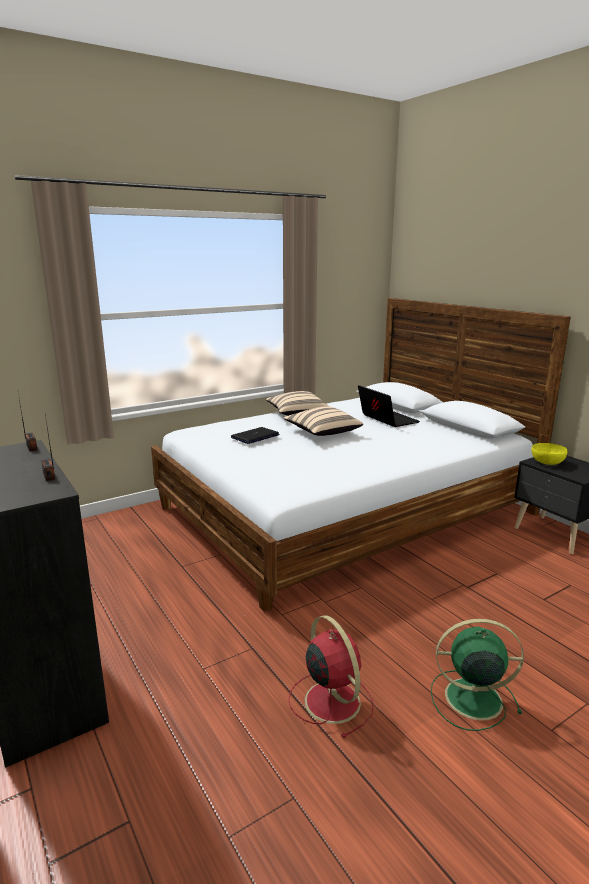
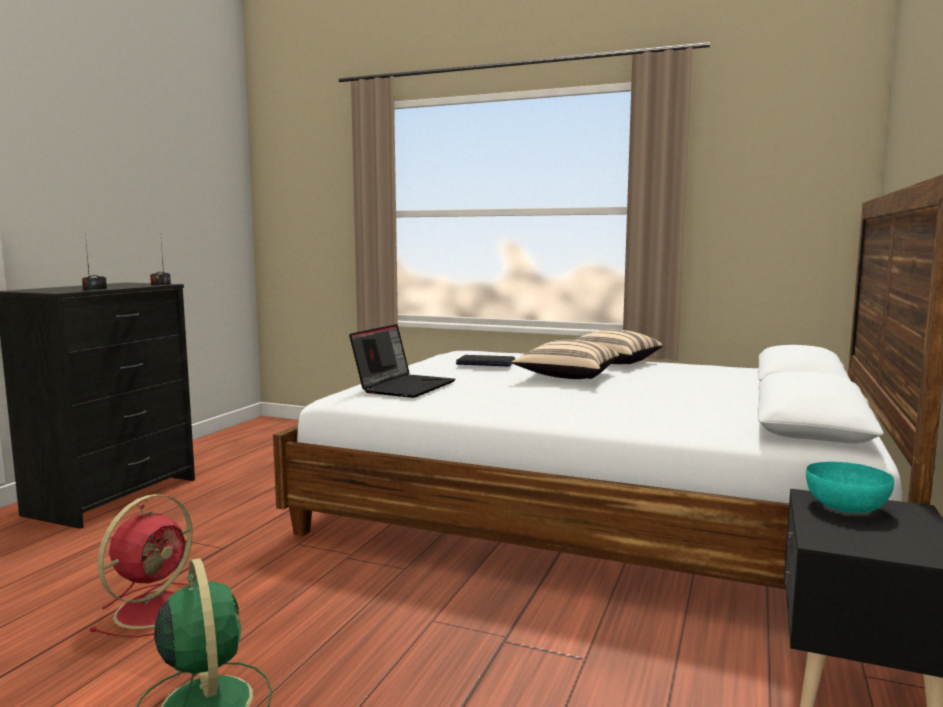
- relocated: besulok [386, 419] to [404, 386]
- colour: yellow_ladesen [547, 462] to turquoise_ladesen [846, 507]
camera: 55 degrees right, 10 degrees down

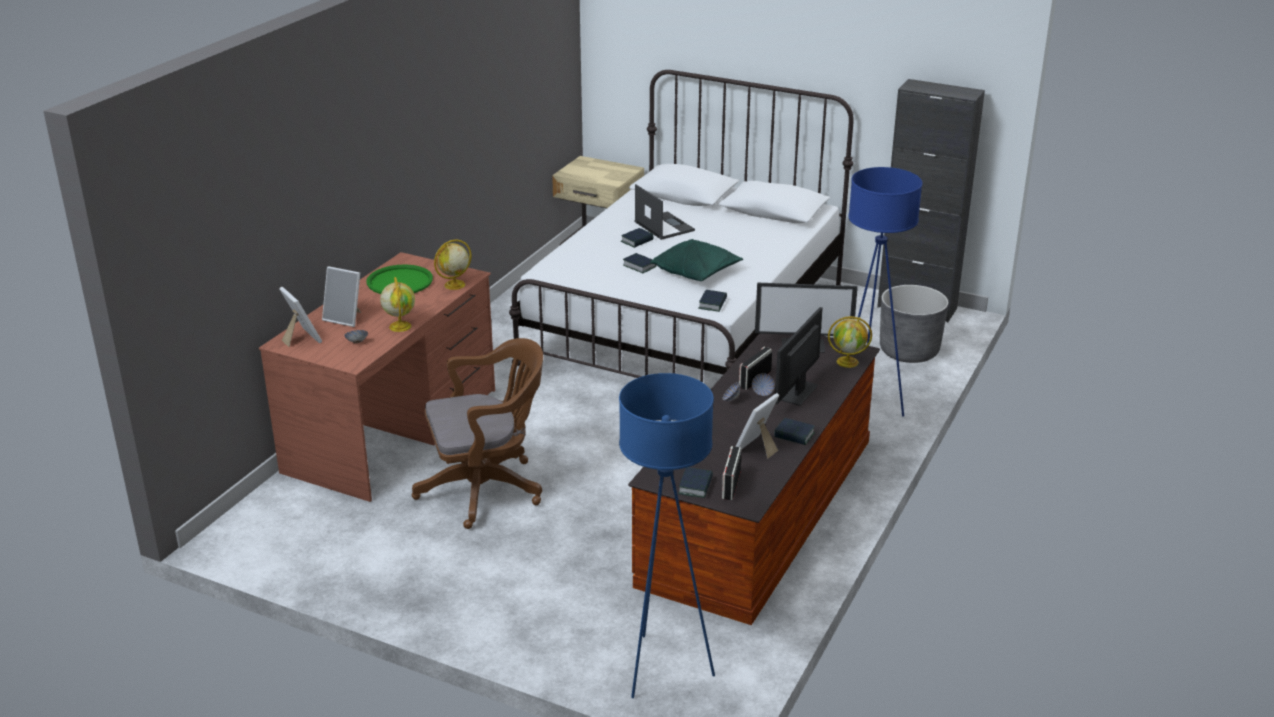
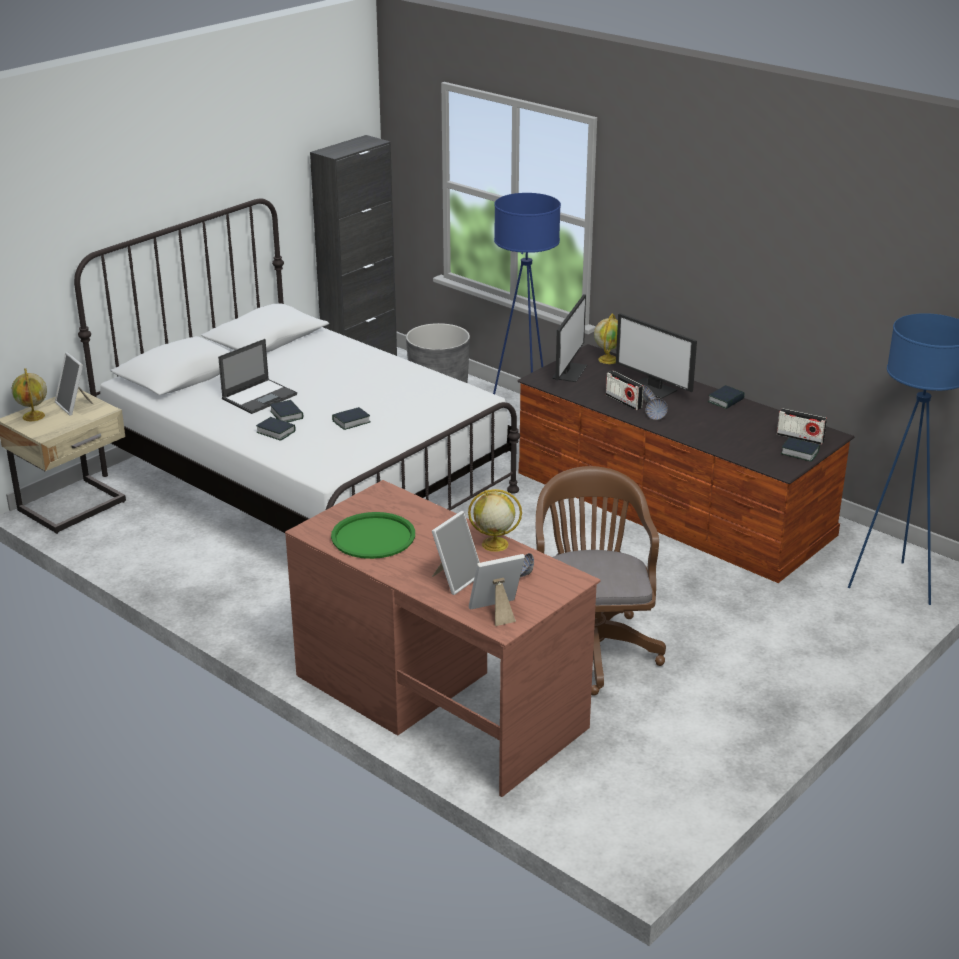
- missing: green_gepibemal [696, 272]
- relocated: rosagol [454, 285] to [34, 416]
- relocated: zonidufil [712, 304] to [276, 432]
- relocated: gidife [757, 448] to [75, 406]
- spun: besulok [663, 226] = [260, 396] 150 degrees clockwise
camera: 75 degrees left, 0 degrees up

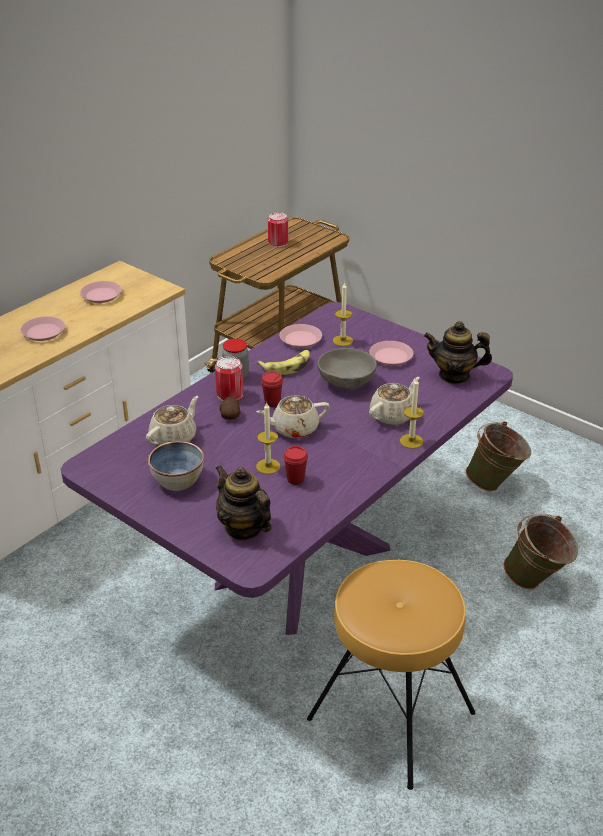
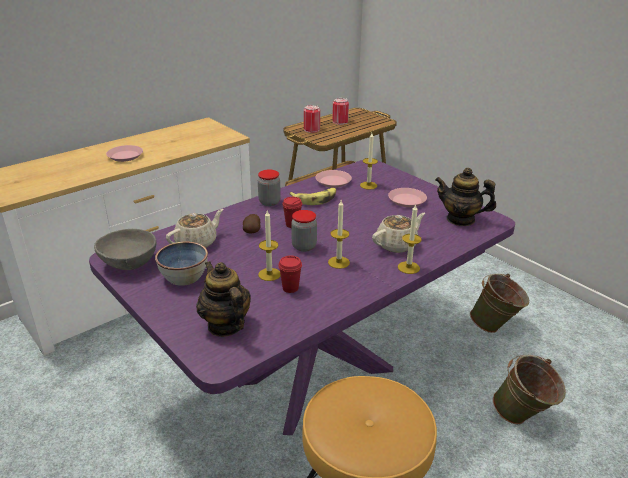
- missing: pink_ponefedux [101, 295]
- appeared: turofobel [338, 262]
- relocated: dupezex [230, 394] to [311, 129]
- relocated: grey_ladesen [347, 383] to [130, 264]
- exchanged: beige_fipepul [294, 429] to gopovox [304, 246]
camera: 10 degrees right, 5 degrees down

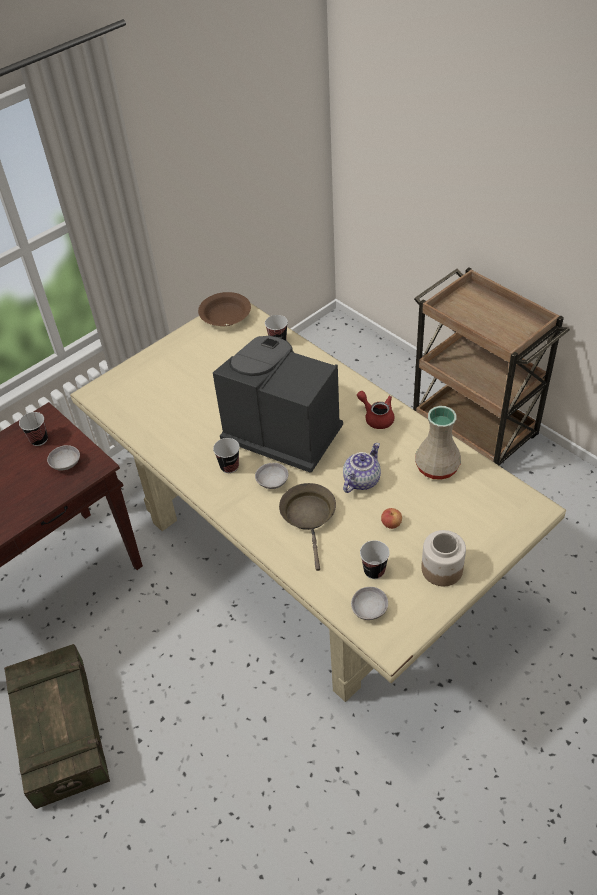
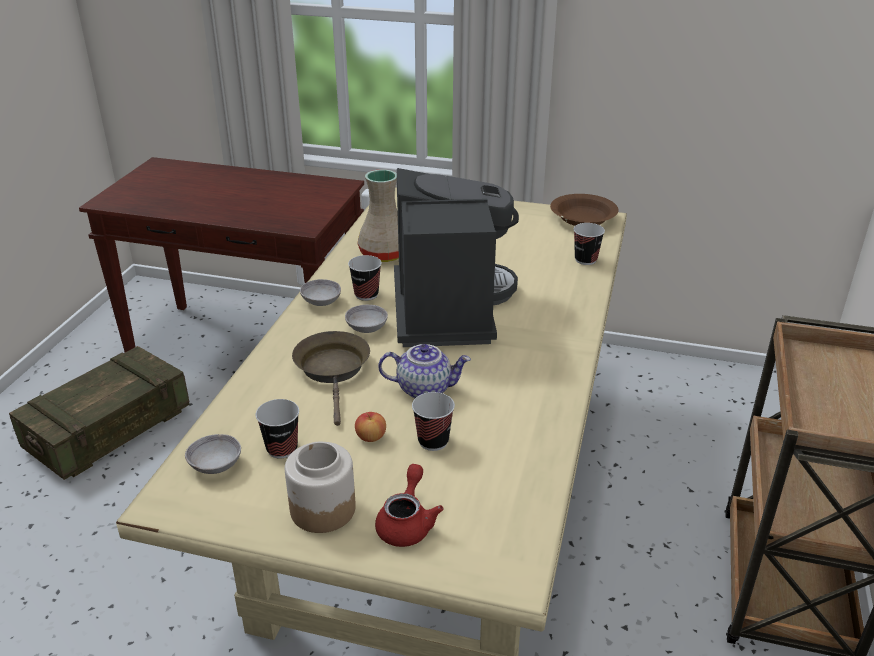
- relocated: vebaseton [39, 439] to [433, 441]
- relocated: grey_ladesen [66, 464] to [321, 302]
- relocated: red_fipepul [376, 417] to [407, 523]
- relocated: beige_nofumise [436, 467] to [383, 254]
- spun: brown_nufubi [309, 517] = [333, 370] 60 degrees counterclockwise
camera: 55 degrees right, 15 degrees down

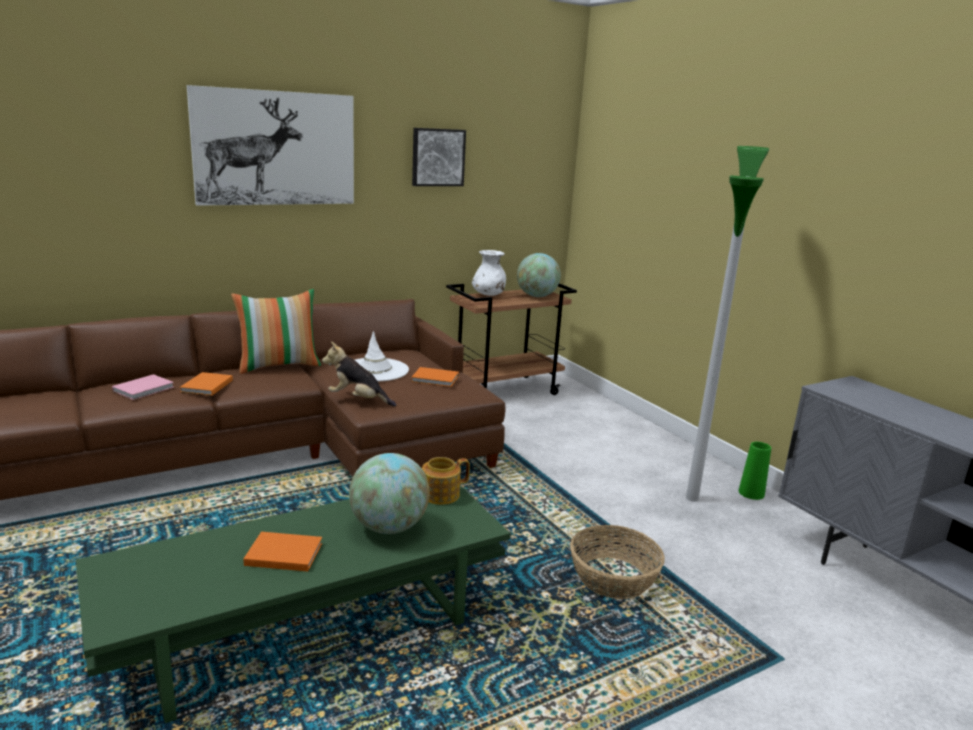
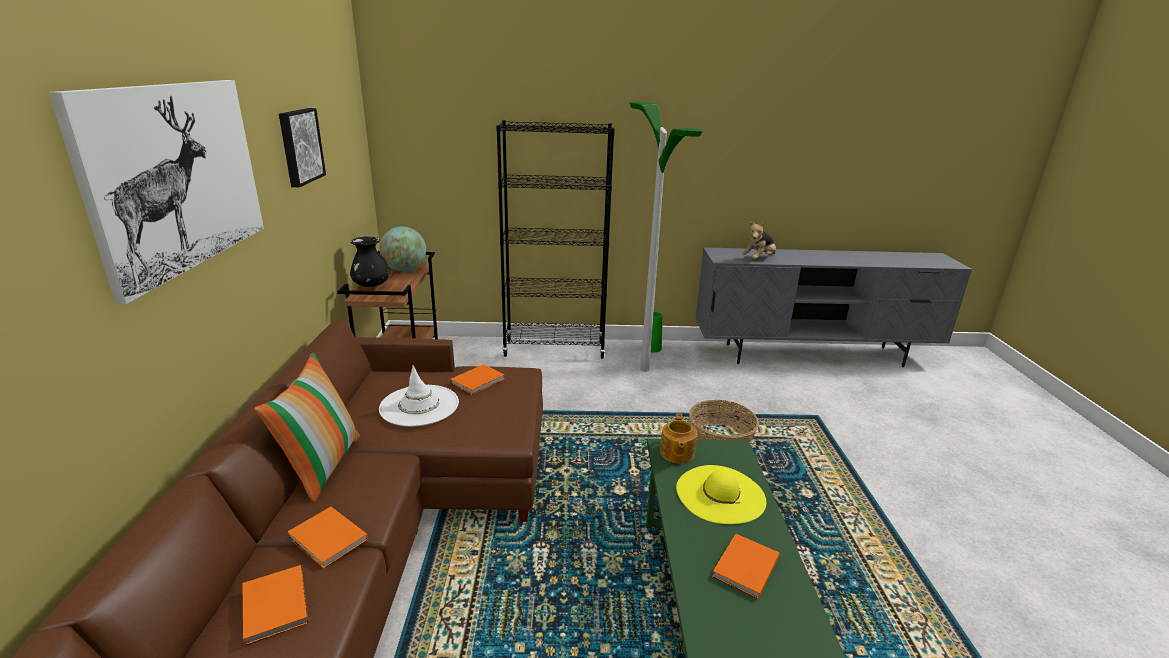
- appeared: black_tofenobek [554, 349]
- relocated: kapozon [358, 400] to [759, 259]
- exchanged: rosagol [389, 527] to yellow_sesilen [720, 494]
- colour: pink_zonidufil [145, 389] to orange_zonidufil [276, 604]
- colour: white_nofumise [488, 295] to black_nofumise [371, 285]
camera: 60 degrees left, 5 degrees up

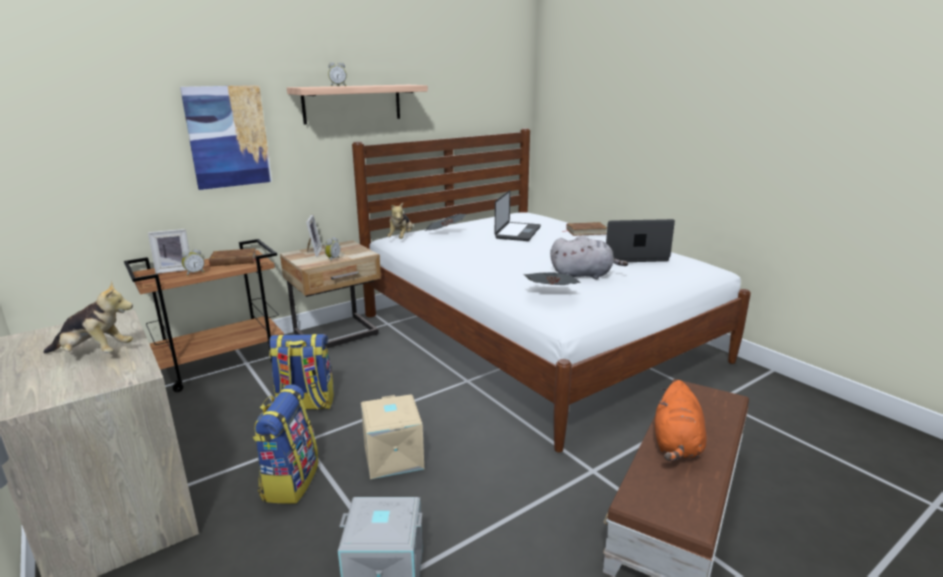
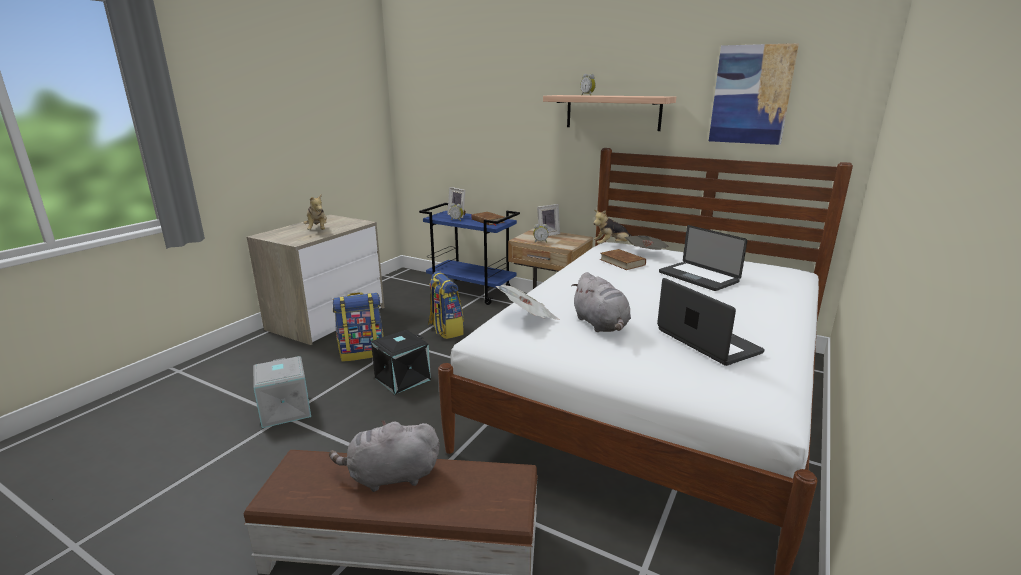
- relocated: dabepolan [228, 137] to [751, 95]
- relocated: brown_zonidufil [586, 231] to [622, 262]
- colour: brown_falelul [223, 364] to blue_falelul [472, 291]
- colour: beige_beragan [392, 457] to black_beragan [402, 378]
- colour: orange_kapozon [676, 445] to grey_kapozon [390, 476]
- spun: besulok [518, 232] = [698, 277] 60 degrees clockwise
camera: 65 degrees right, 0 degrees up

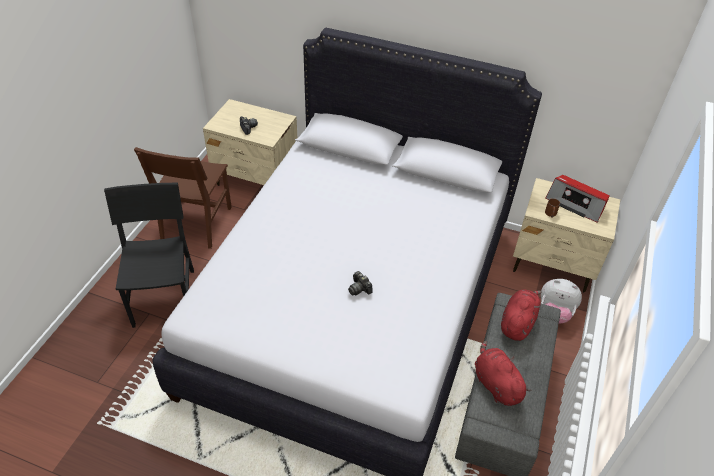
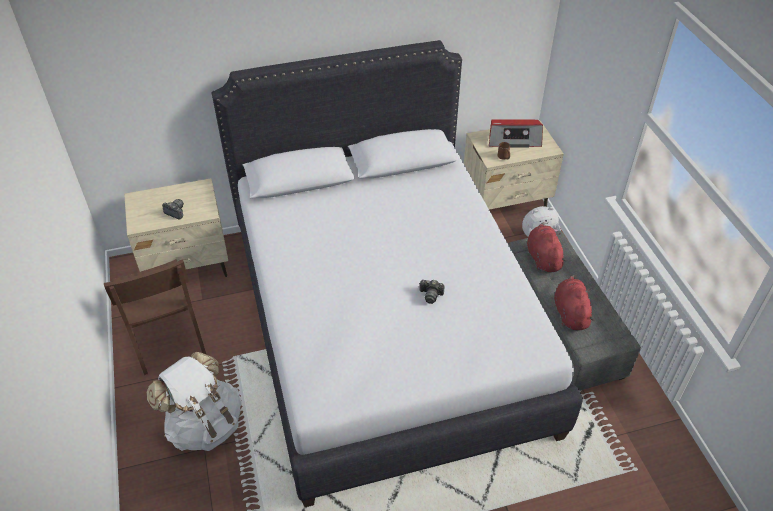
- exchanged: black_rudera [164, 297] to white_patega [205, 425]
- spun: red_kapozon [496, 384] = [570, 313] 60 degrees clockwise
camera: 35 degrees left, 0 degrees up

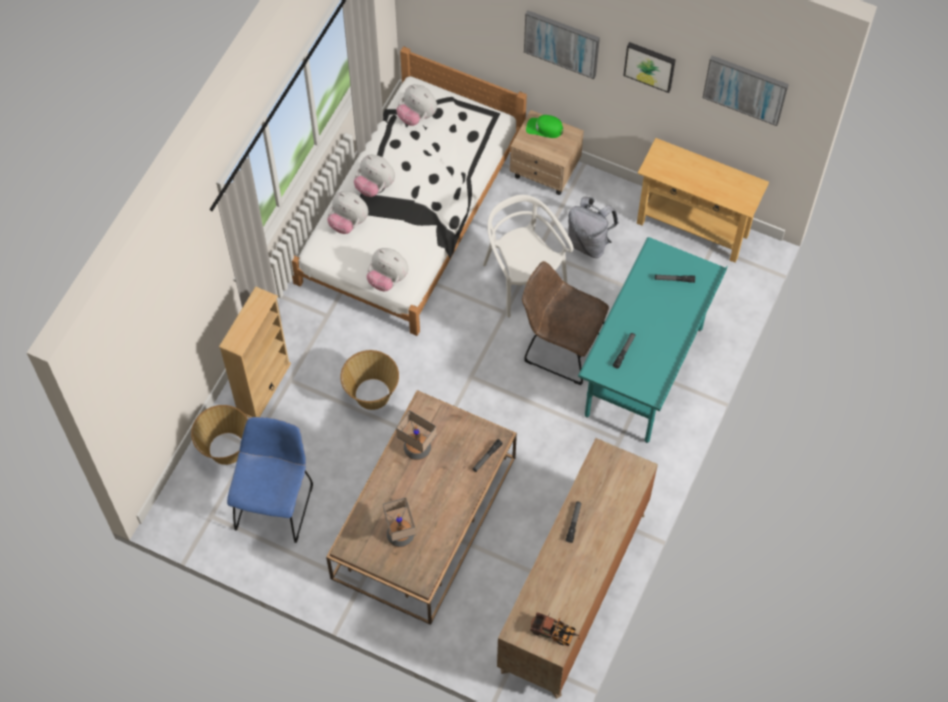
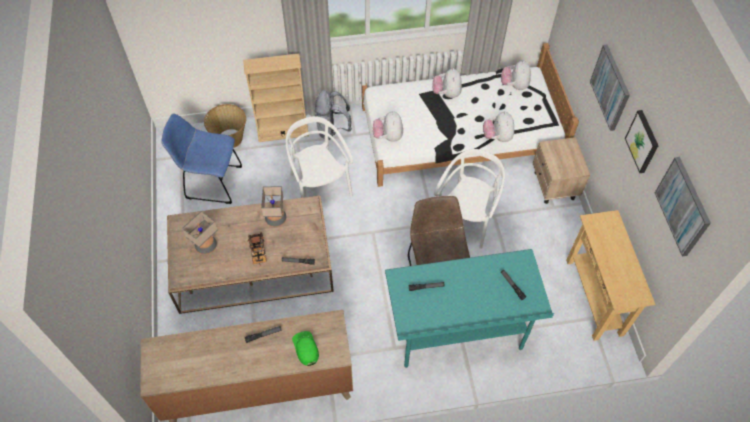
- relocated: kapozon [348, 222] to [497, 137]
- relocated: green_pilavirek [544, 128] to [306, 348]
- relocated: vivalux [555, 633] to [258, 253]
- relocated: grey_patega [589, 242] to [332, 130]
- exchanged: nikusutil [371, 394] to white_rudera [319, 187]
- spun: blue_rudera [275, 503] = [210, 182] 150 degrees counterclockwise
camera: 55 degrees right, 5 degrees down

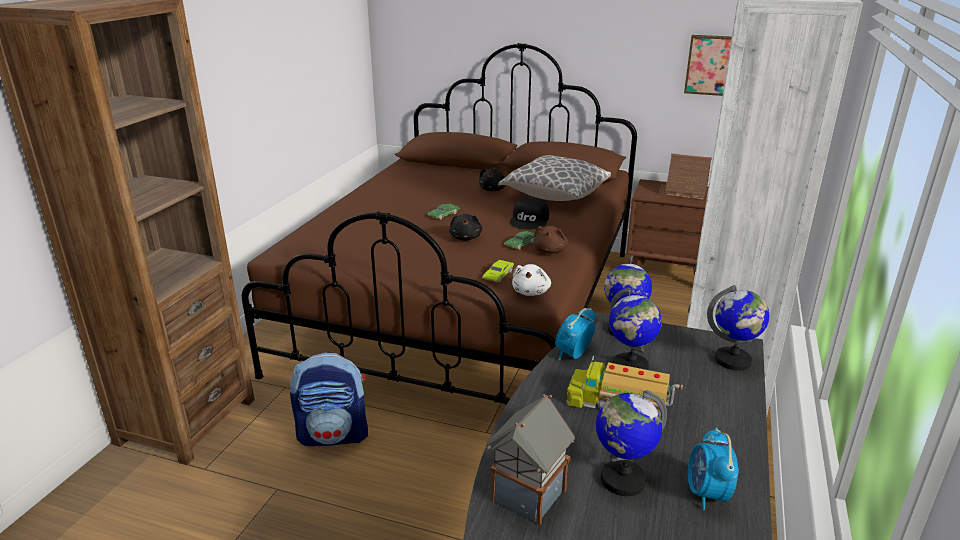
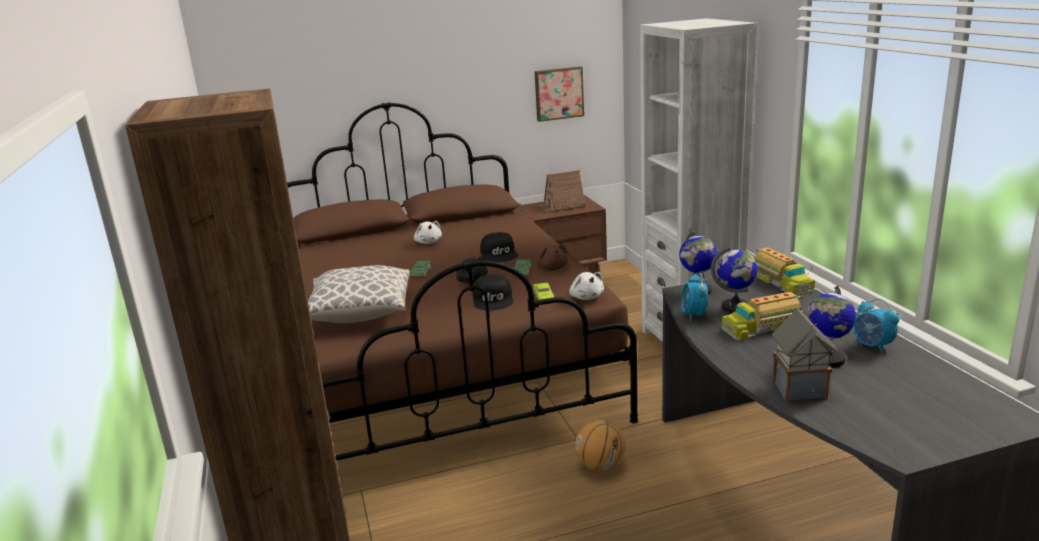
- missing: patega [334, 435]
- appeared: black_pilavirek [494, 299]
- appeared: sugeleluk [600, 466]
- relocated: gepibemal [554, 195] to [359, 314]
- exchanged: rosagol [733, 361] to vivalux [780, 283]
- colour: black_kapozon [493, 189] to white_kapozon [428, 242]
camera: 35 degrees left, 5 degrees down

